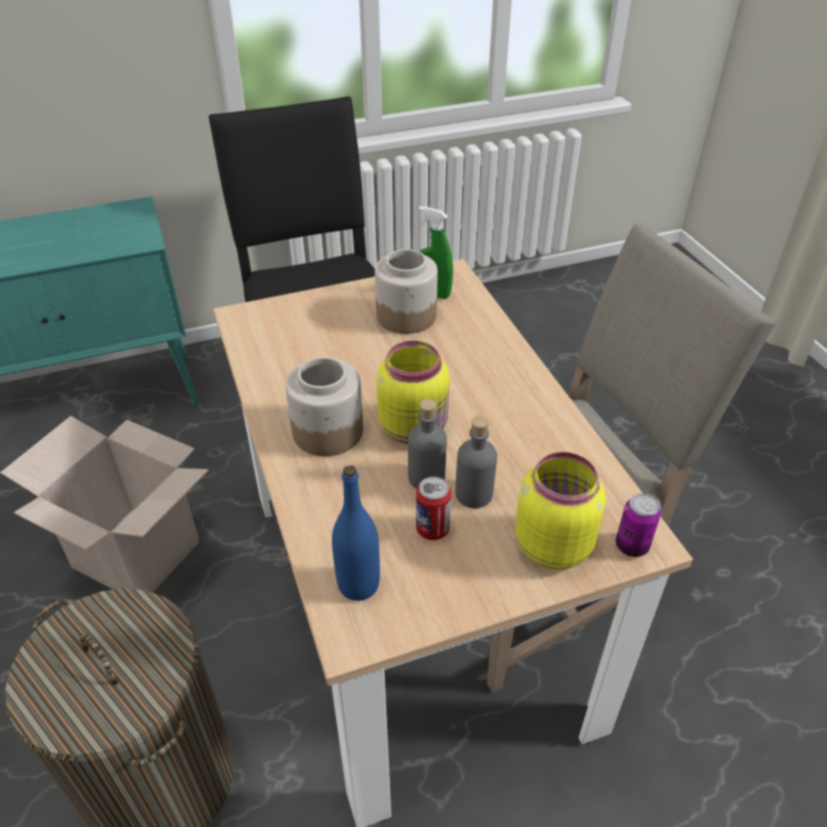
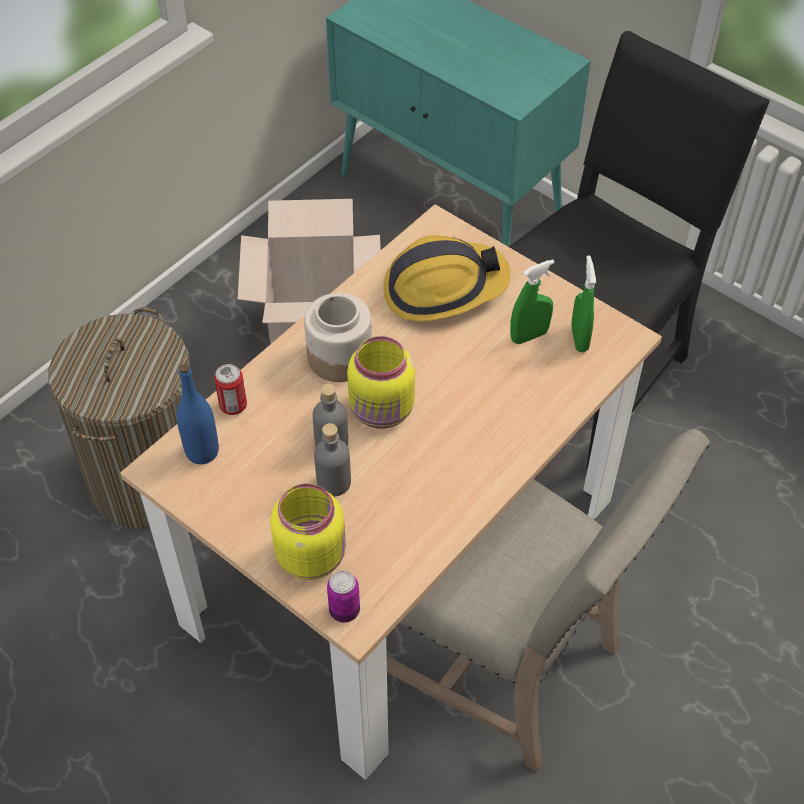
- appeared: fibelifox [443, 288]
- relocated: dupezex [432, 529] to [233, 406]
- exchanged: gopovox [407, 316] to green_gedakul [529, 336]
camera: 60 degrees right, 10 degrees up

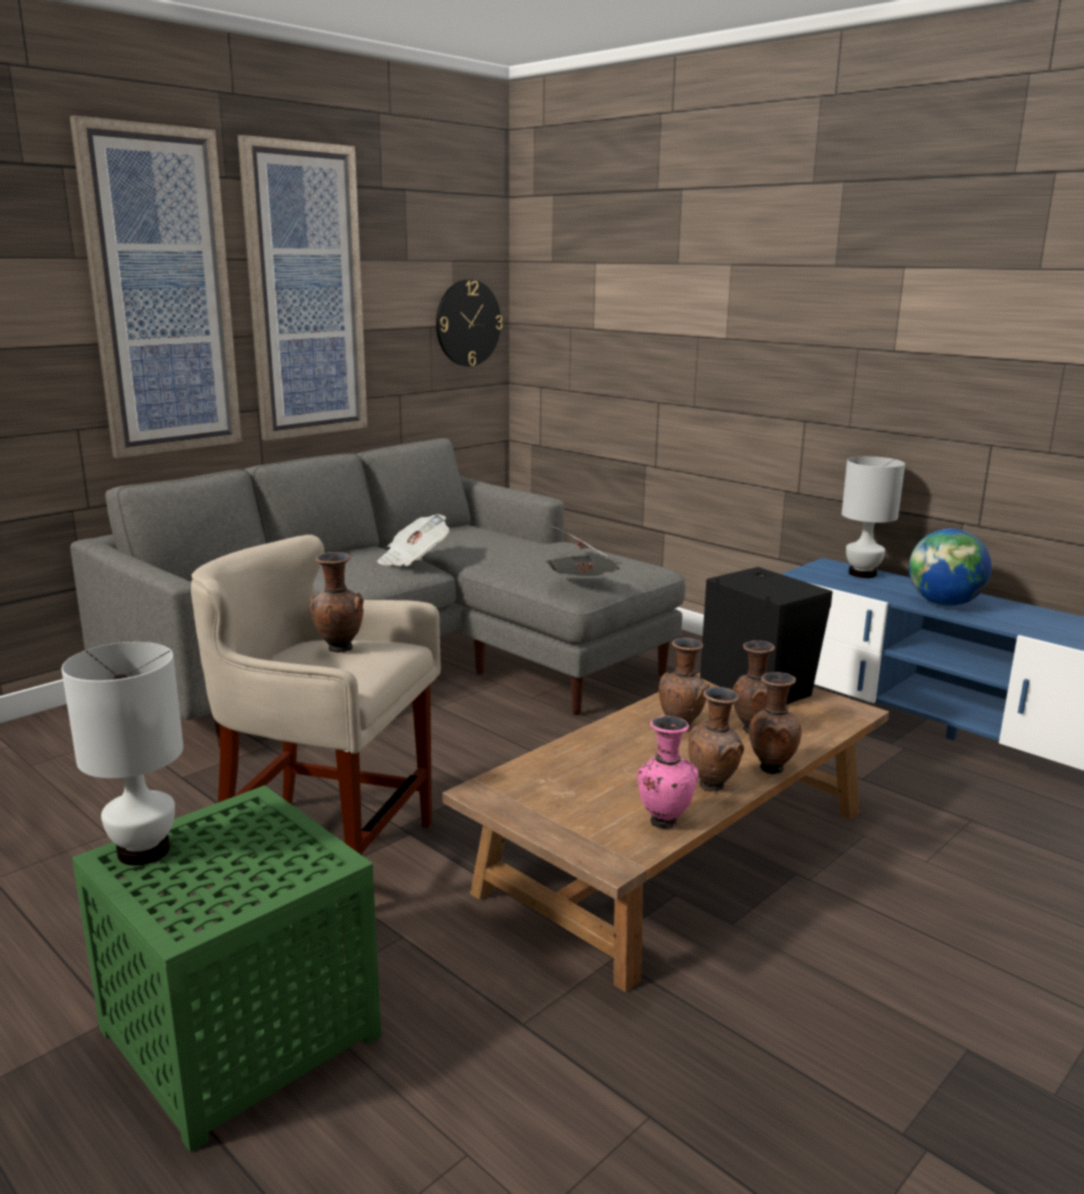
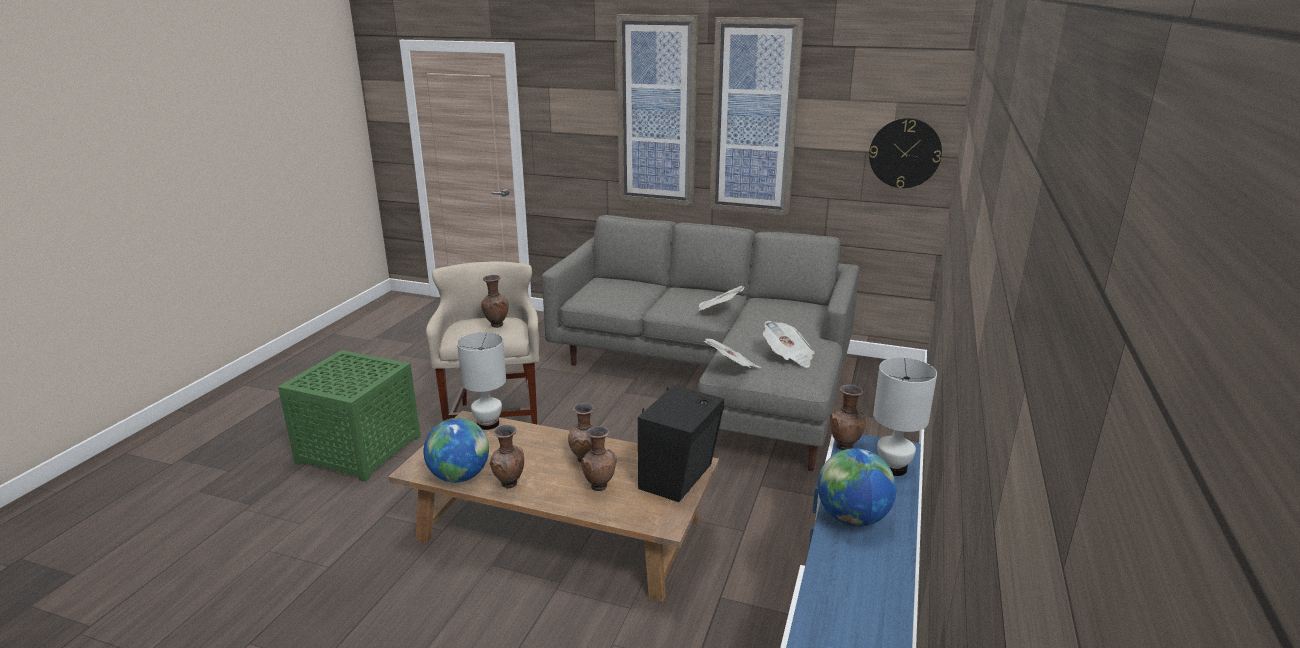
- relocated: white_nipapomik [142, 851] to [487, 423]
- relocated: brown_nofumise [770, 768] to [844, 446]
- exchanged: pink_nofumise [664, 821] to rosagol [459, 476]
camera: 65 degrees right, 5 degrees up

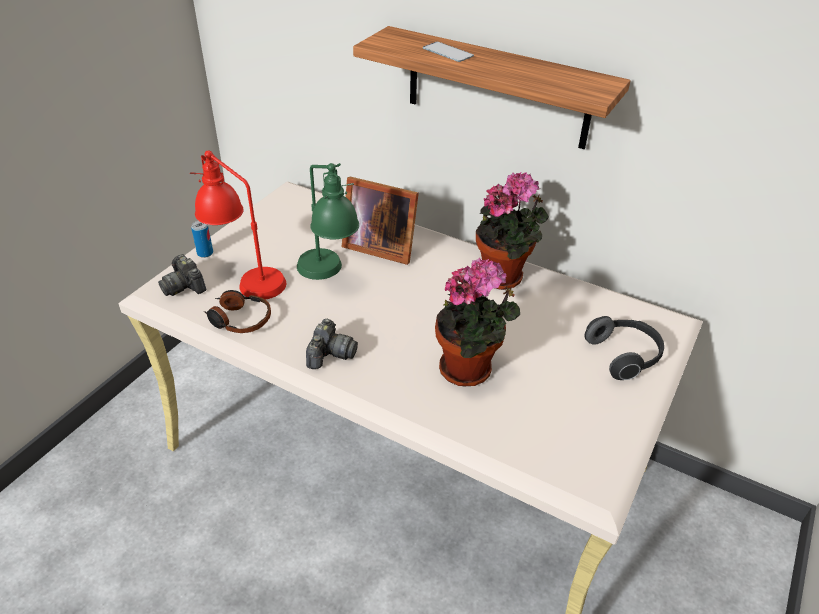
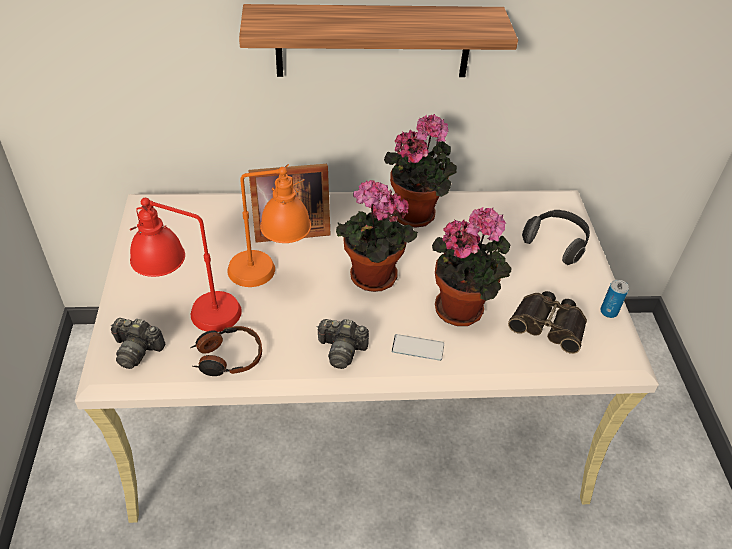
- appeared: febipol [370, 279]
- appeared: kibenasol [549, 324]
- relocated: dupezex [205, 253] to [608, 311]
- relocated: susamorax [447, 52] to [418, 348]
- colour: green_nipapomik [329, 276] to orange_nipapomik [270, 275]
- spun: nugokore [330, 354] = [341, 350] 120 degrees clockwise
camera: 35 degrees left, 5 degrees up

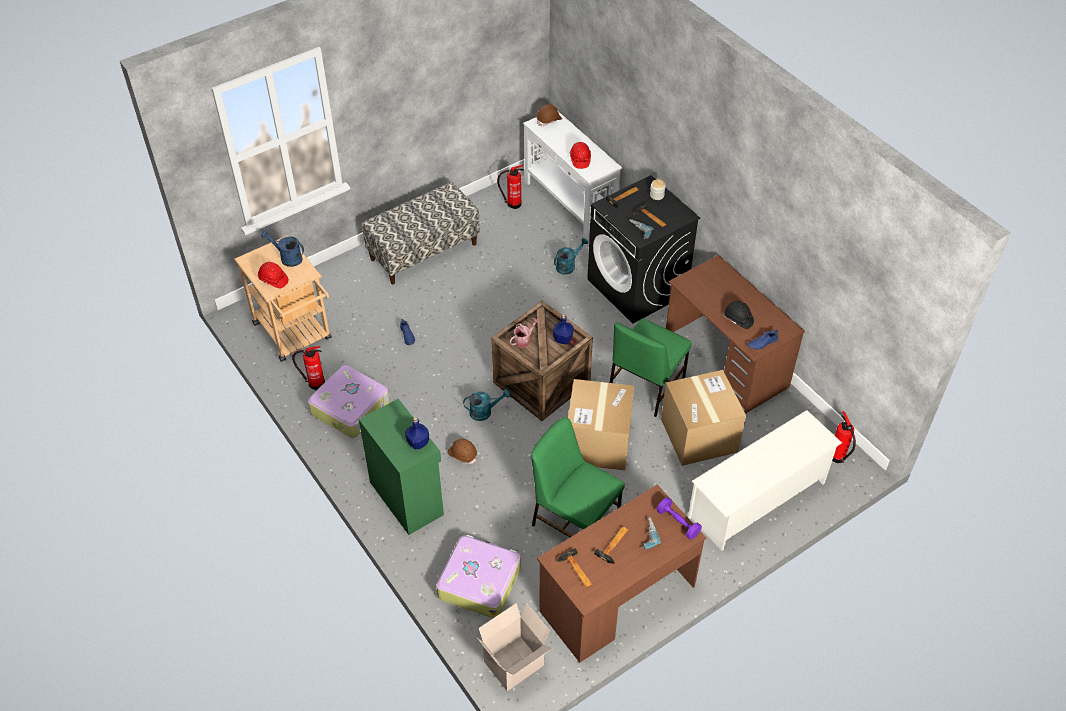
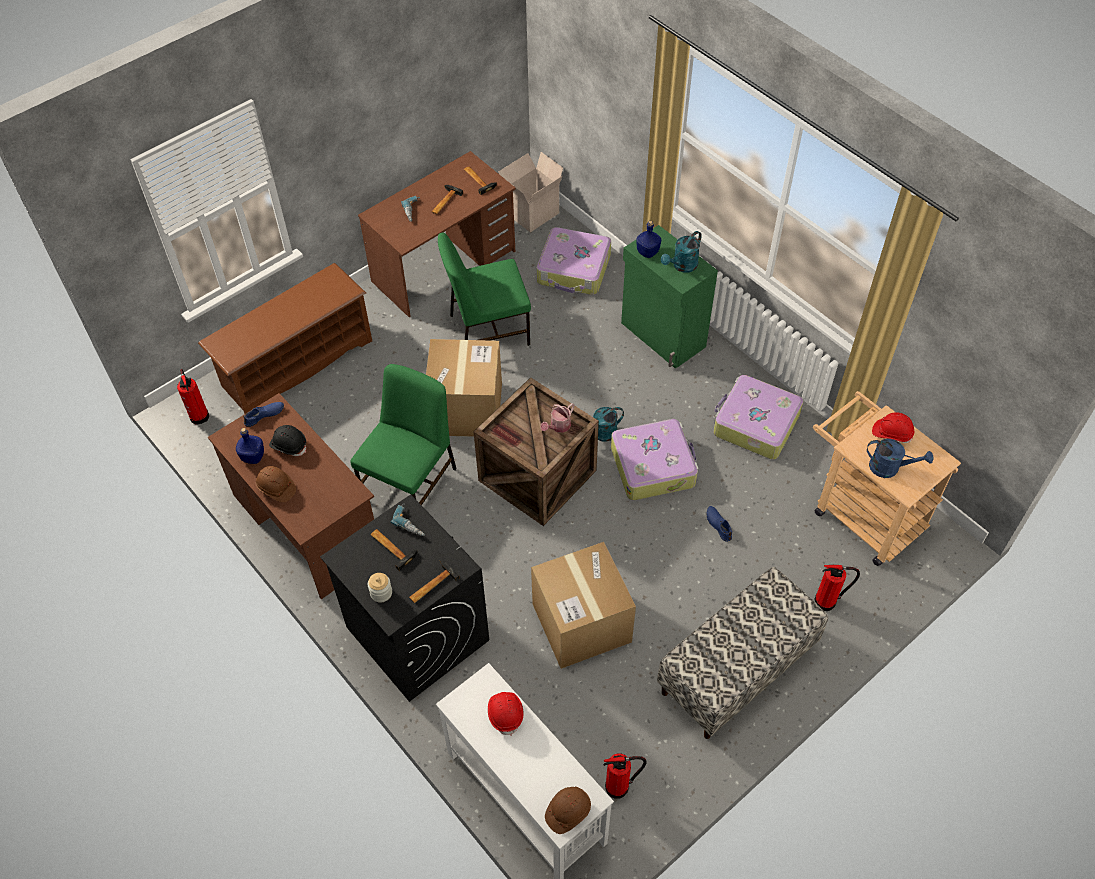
- missing: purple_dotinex [678, 523]
- appeared: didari [653, 466]
- relocated: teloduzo [315, 383] to [827, 601]
- relocated: brown_fibelifox [462, 454] to [276, 488]
- relocated: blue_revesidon [562, 339] to [253, 457]
- relocated: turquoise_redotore [568, 265] to [682, 266]
- relocated: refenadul [699, 435] to [581, 623]
- colour: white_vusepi [757, 500] to brown_vusepi [297, 363]
- spun: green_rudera [574, 519] = [487, 329] 135 degrees clockwise
camera: 175 degrees right, 5 degrees up

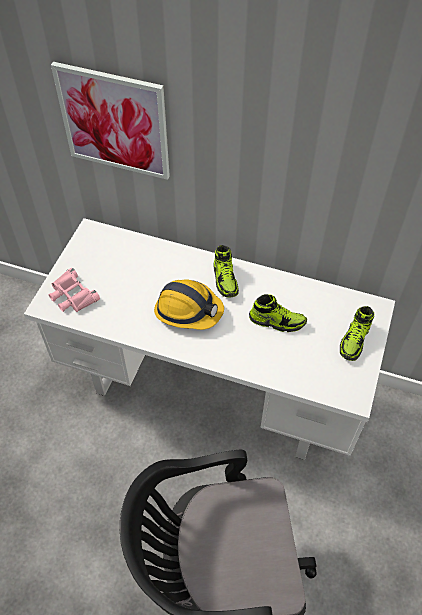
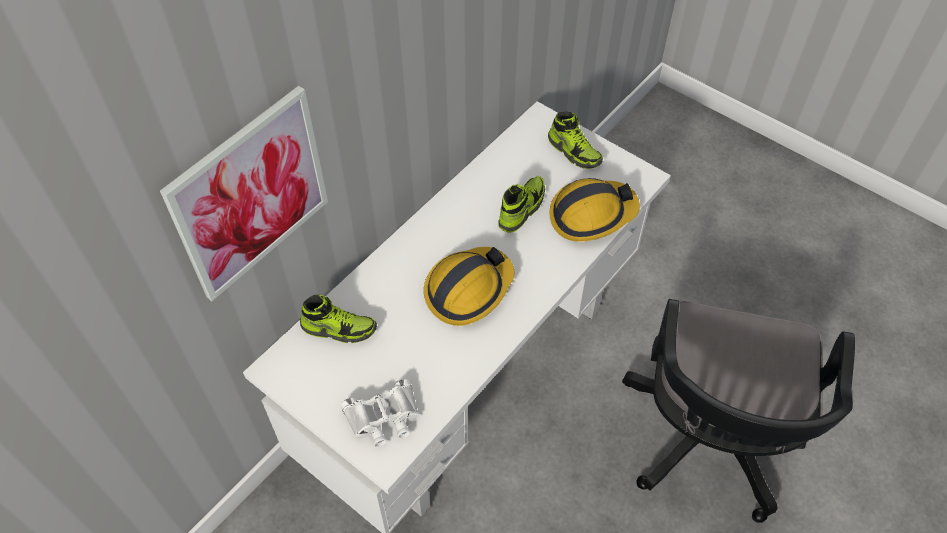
- appeared: fibelifox [591, 215]
- relocated: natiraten [225, 279] to [339, 328]
- colour: pink_kibenasol [72, 295] to white_kibenasol [384, 418]
camera: 70 degrees left, 0 degrees up

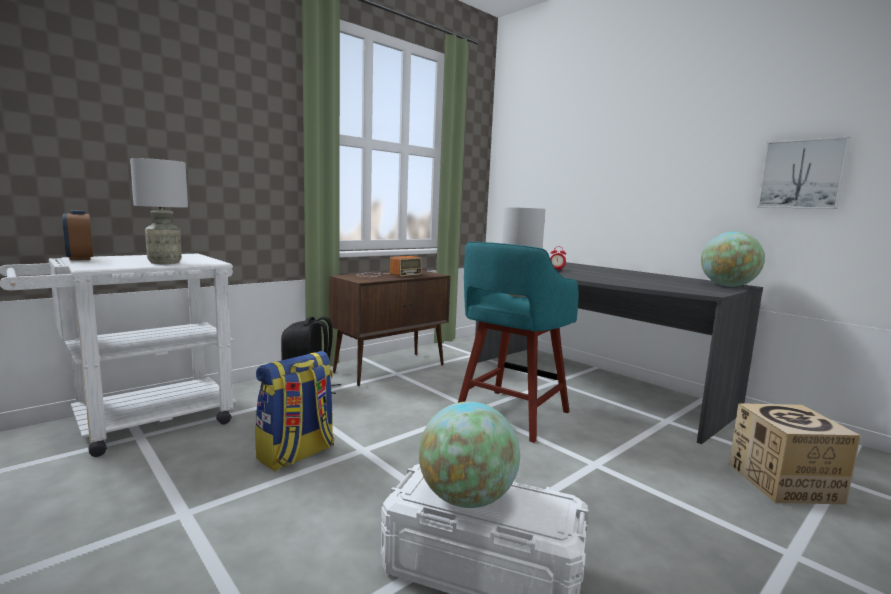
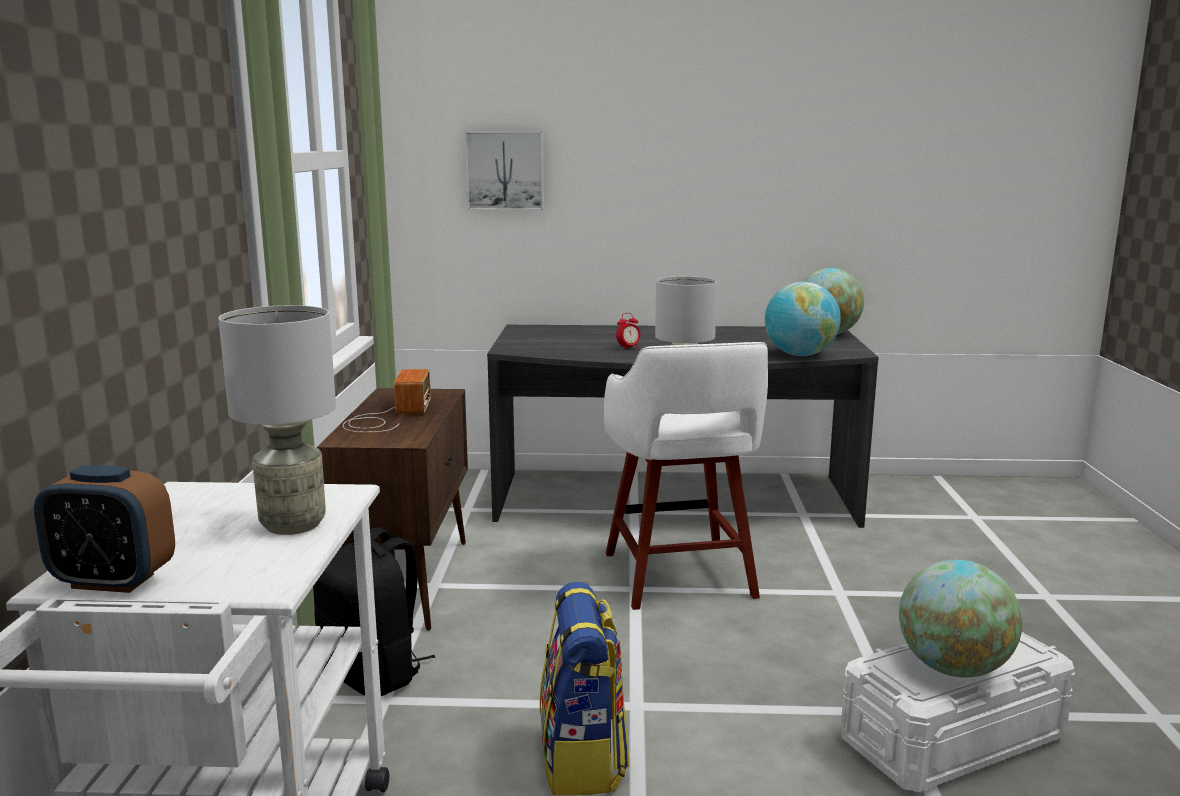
- missing: refenadul [783, 483]
- appeared: rosagol [800, 355]
- relocated: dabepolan [802, 174] to [505, 170]
- colour: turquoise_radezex [510, 415] to white_radezex [679, 577]
camera: 45 degrees left, 5 degrees up

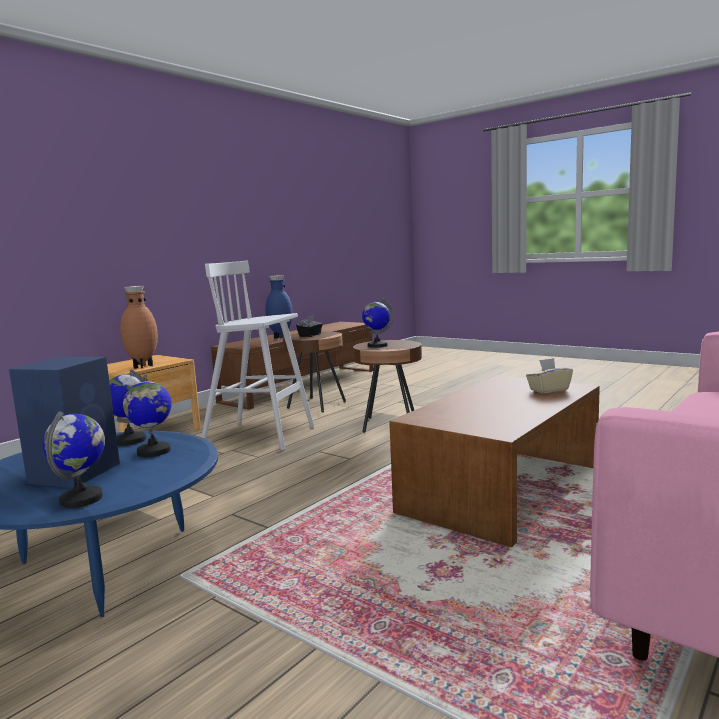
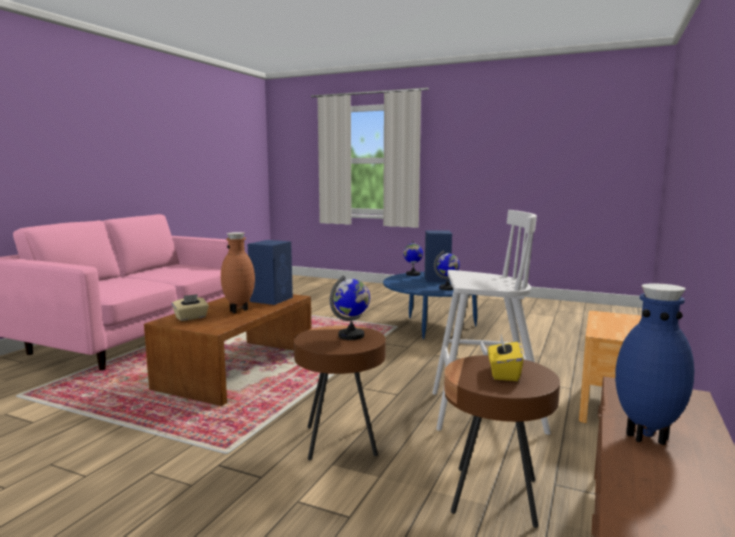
- missing: rosagol [153, 451]
- appeared: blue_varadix [272, 299]
- relocated: brown_nofumise [142, 366] to [239, 310]
- colour: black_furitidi [310, 335] to yellow_furitidi [504, 373]
camera: 165 degrees right, 0 degrees up

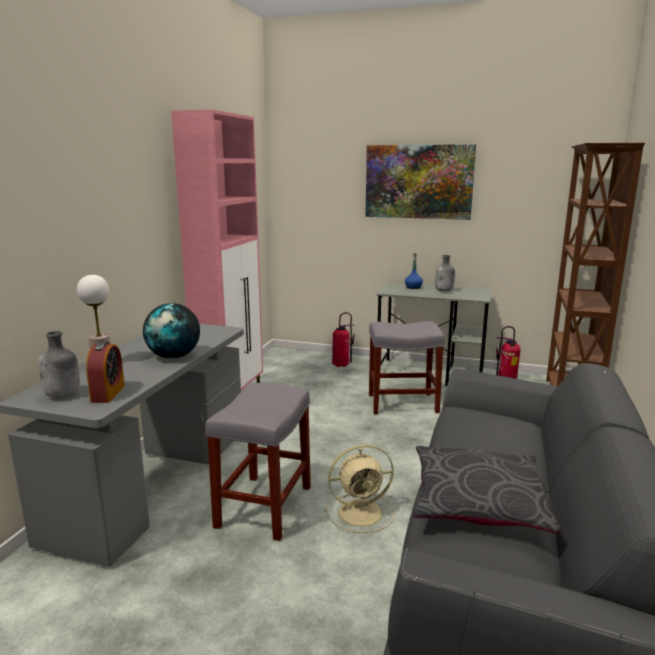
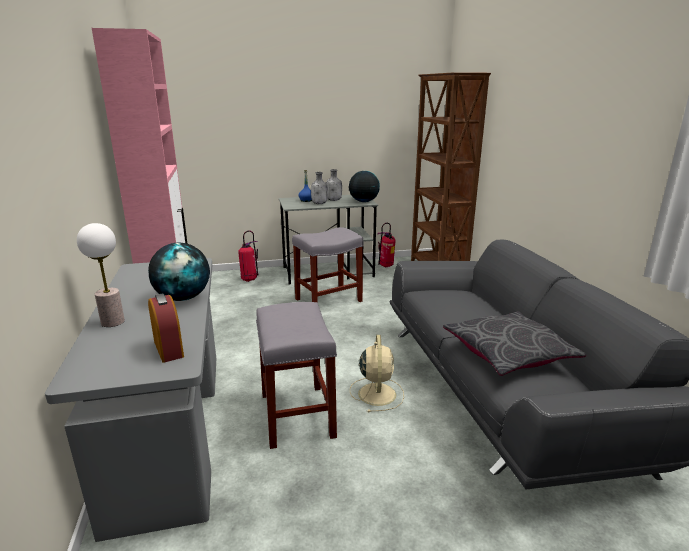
- missing: dabepolan [418, 182]
- appeared: rosagol [363, 201]
- relocated: grey_revesidon [63, 395] to [320, 203]
- spun: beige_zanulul [362, 512] = [377, 393] 45 degrees counterclockwise
camera: 30 degrees left, 5 degrees up

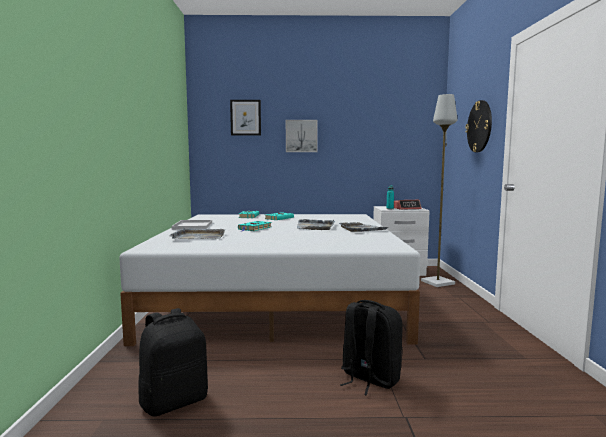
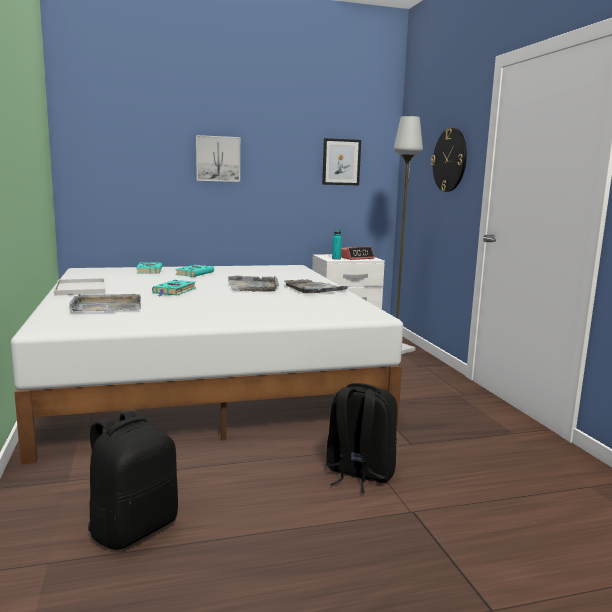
- relocated: dabepolan [245, 117] to [341, 162]
camera: 15 degrees left, 5 degrees up

